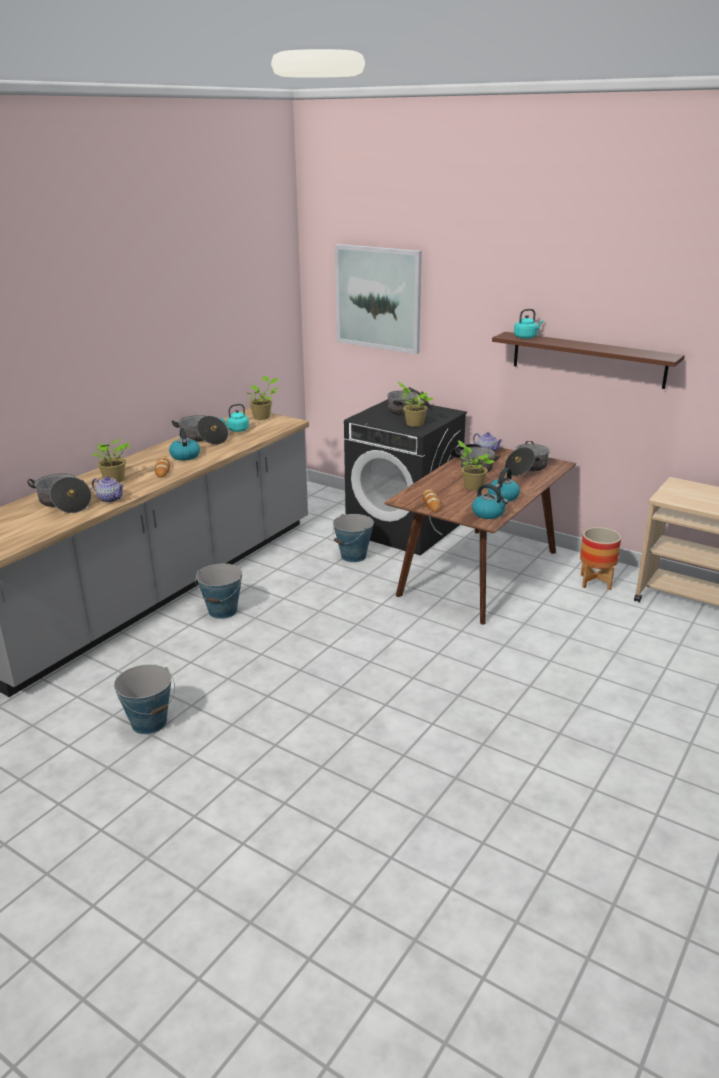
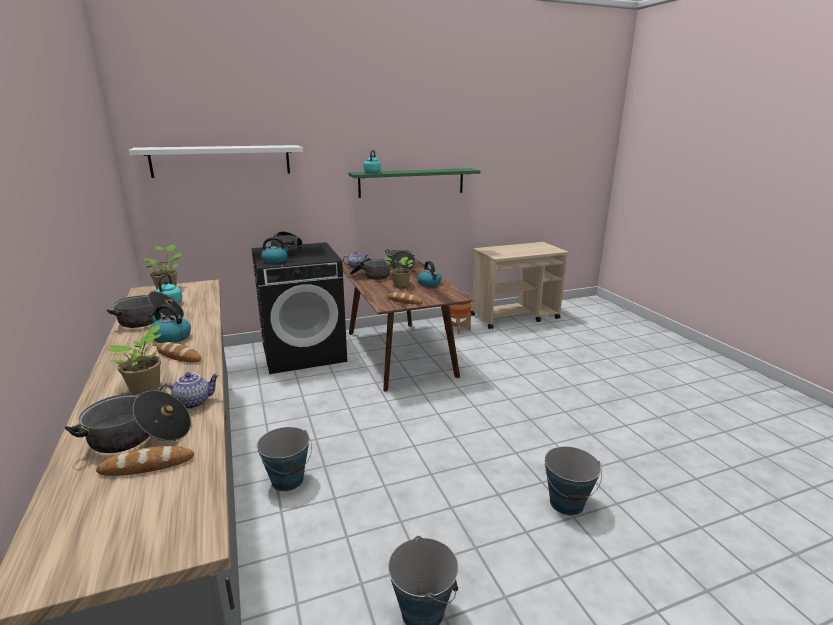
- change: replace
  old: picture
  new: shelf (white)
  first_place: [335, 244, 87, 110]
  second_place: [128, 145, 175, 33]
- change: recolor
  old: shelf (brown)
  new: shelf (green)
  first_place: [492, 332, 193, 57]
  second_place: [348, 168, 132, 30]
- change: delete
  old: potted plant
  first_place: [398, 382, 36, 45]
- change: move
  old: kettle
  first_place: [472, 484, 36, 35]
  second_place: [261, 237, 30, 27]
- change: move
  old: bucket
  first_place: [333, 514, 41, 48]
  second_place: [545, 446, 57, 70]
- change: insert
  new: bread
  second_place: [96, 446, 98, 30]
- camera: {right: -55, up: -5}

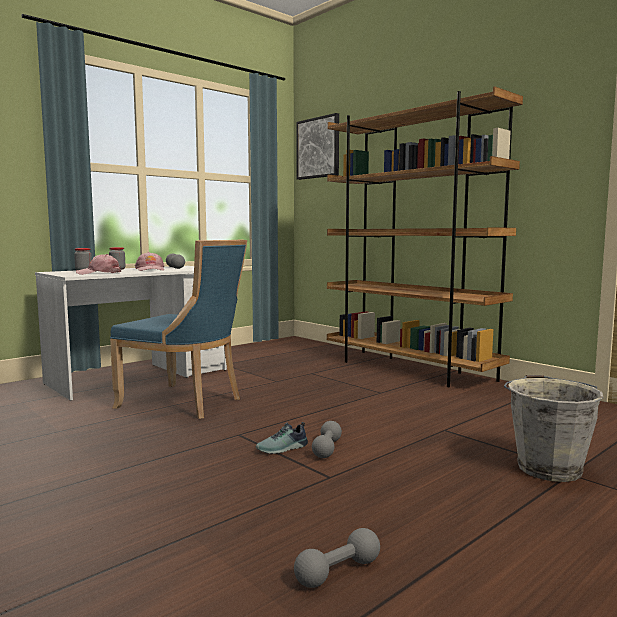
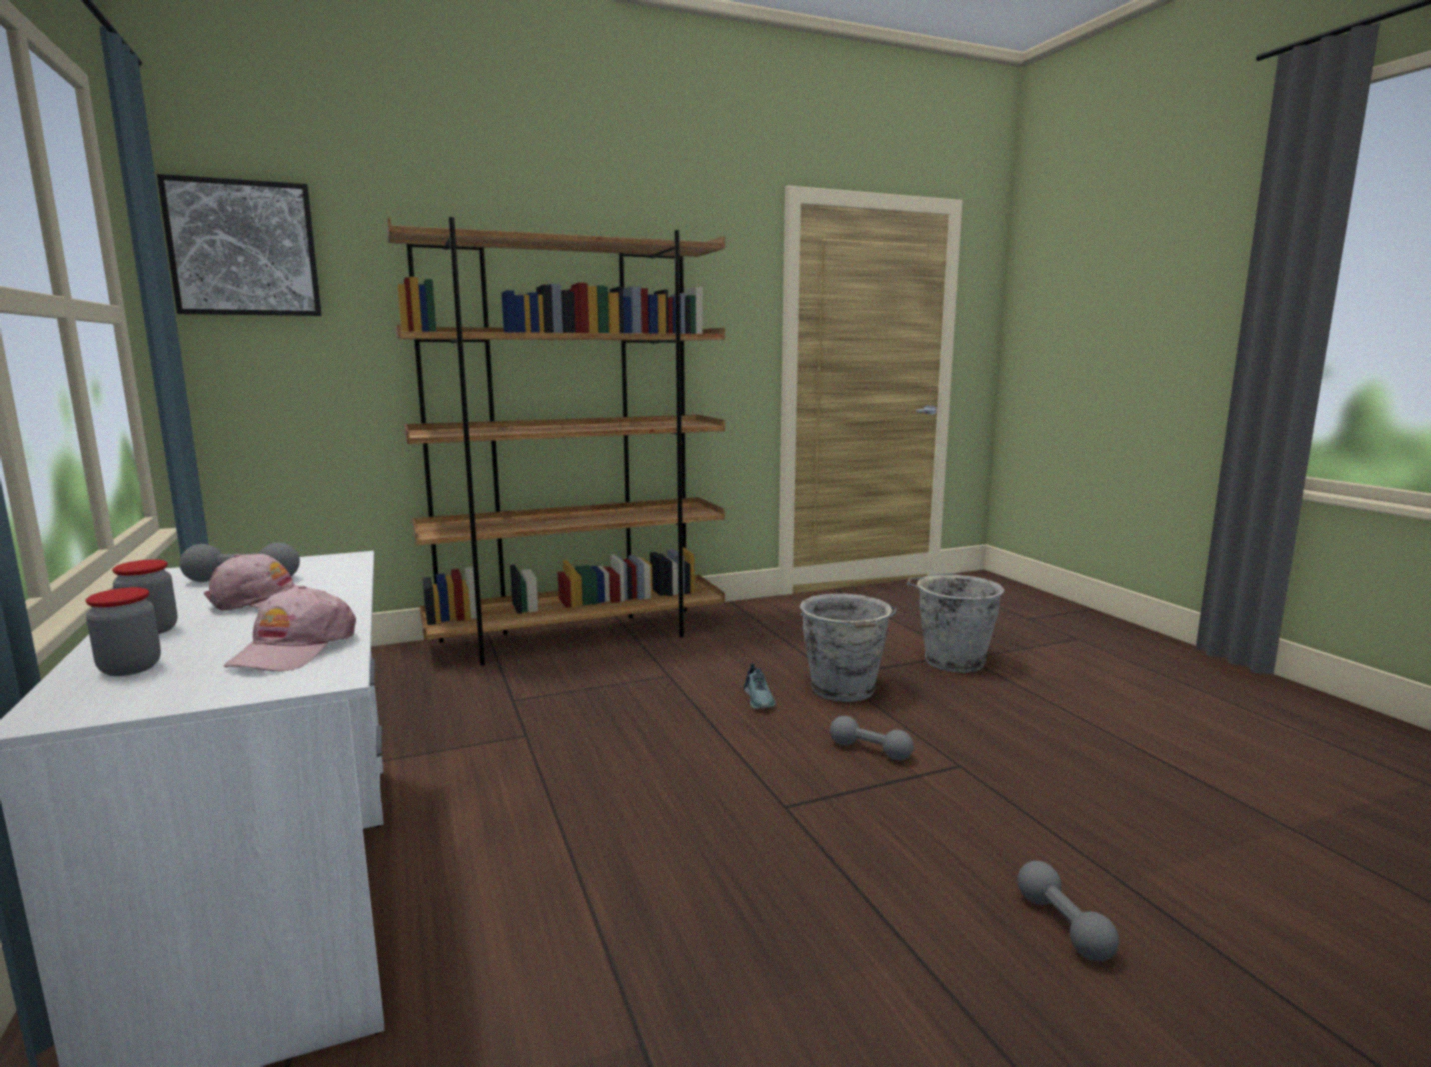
- change: delete
  old: chair (blue)
  first_place: [110, 240, 137, 179]
- change: move
  old: shoe
  first_place: [256, 422, 52, 32]
  second_place: [744, 663, 32, 46]
- change: move
  old: dumbbell (grey)
  first_place: [294, 528, 86, 60]
  second_place: [1017, 861, 102, 100]
- change: insert
  new: bucket (grey)
  second_place: [799, 594, 98, 108]
- camera: {right: -70, up: 5}

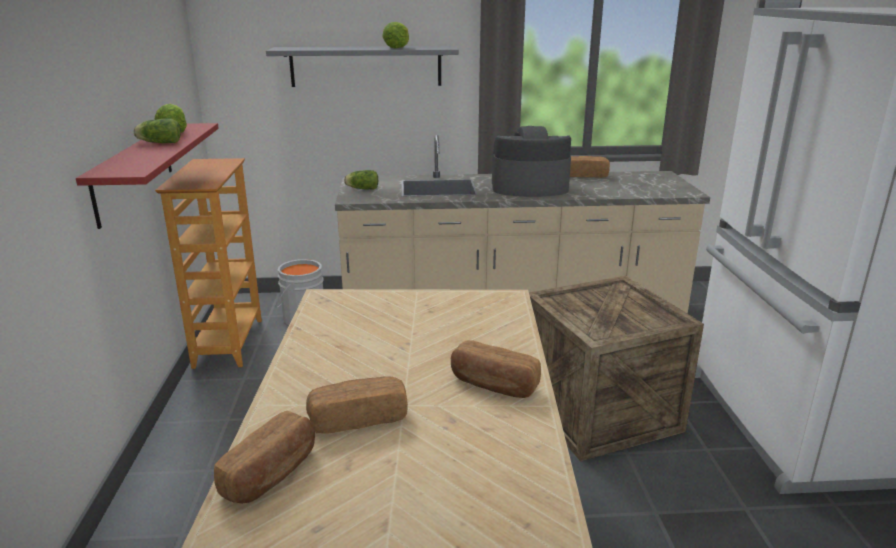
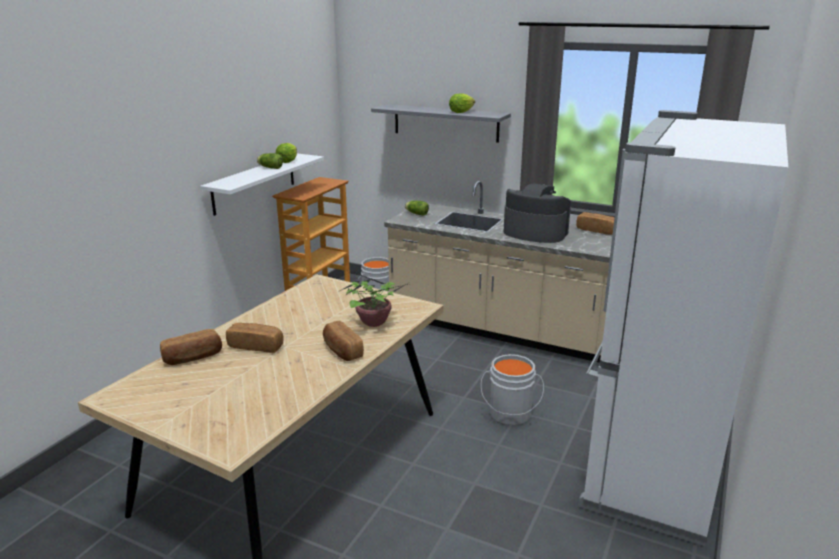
- change: recolor
  old: shelf (red)
  new: shelf (white)
  first_place: [76, 123, 143, 106]
  second_place: [200, 153, 124, 63]
- change: replace
  old: crate
  new: bucket (grey)
  first_place: [529, 276, 175, 185]
  second_place: [481, 354, 63, 71]
- change: insert
  new: potted plant
  second_place: [340, 270, 68, 57]
- camera: {right: 30, up: 0}

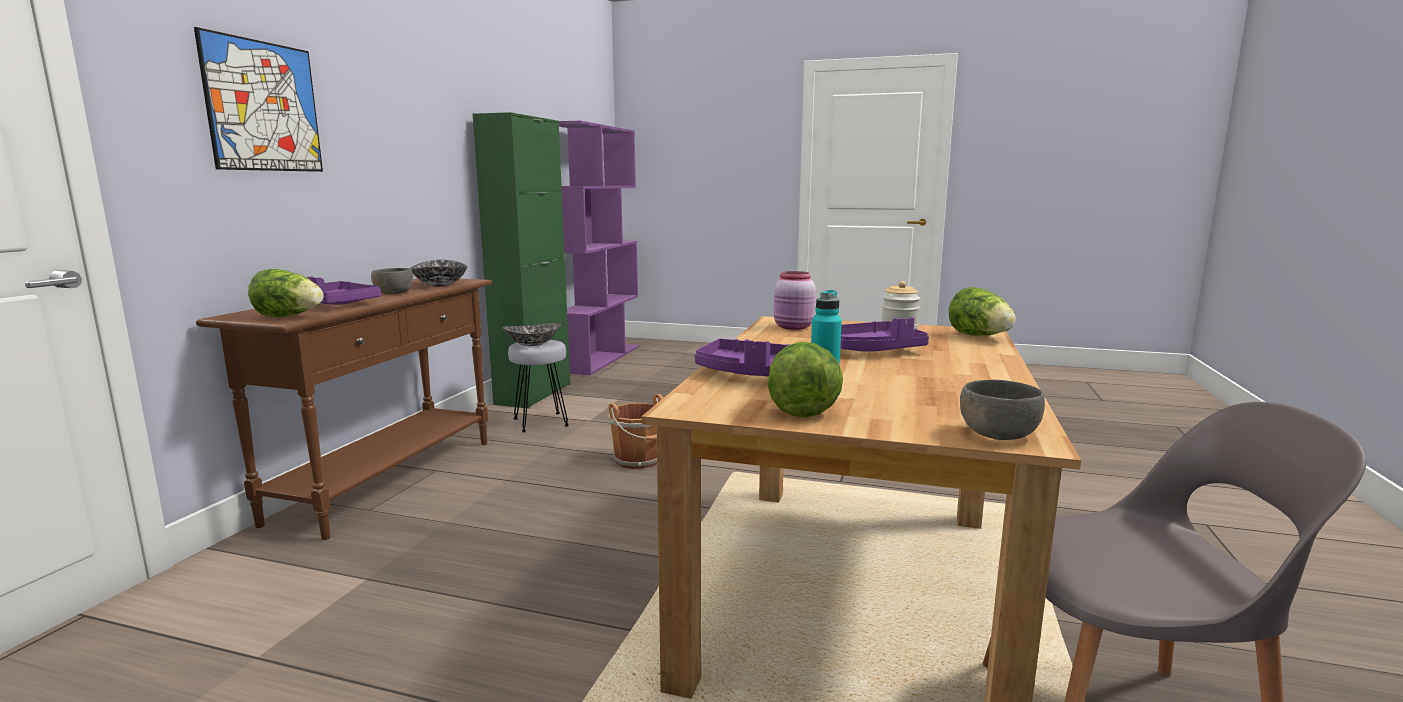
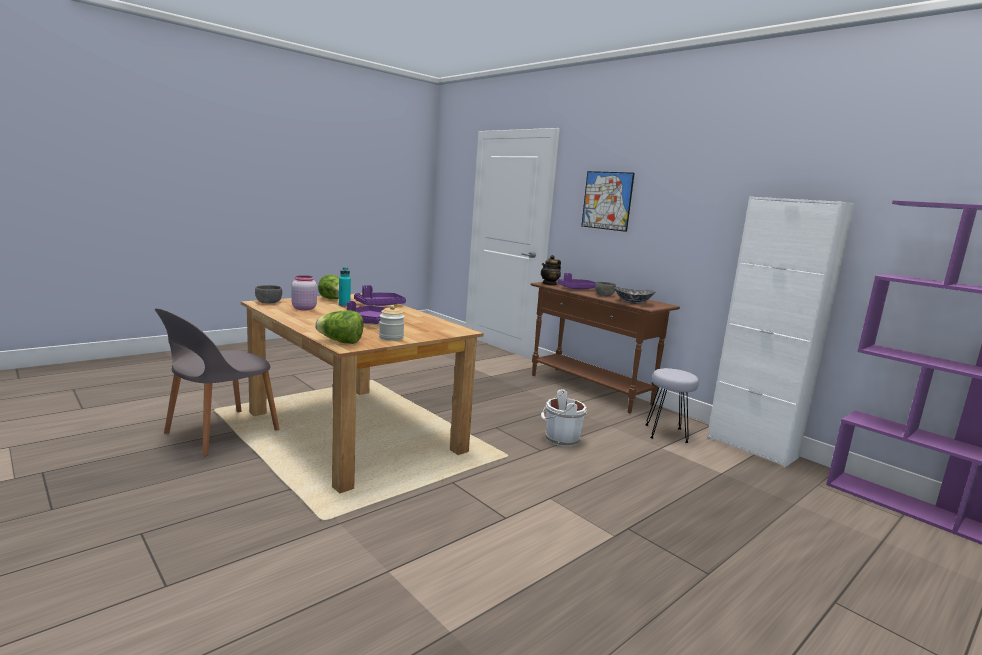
- change: recolor
  old: cabinet (green)
  new: cabinet (white)
  first_place: [473, 112, 97, 296]
  second_place: [707, 197, 148, 270]
- change: replace
  old: lettuce
  new: teapot
  first_place: [248, 269, 75, 48]
  second_place: [541, 255, 20, 30]
- change: move
  old: jar (pink)
  first_place: [774, 271, 42, 59]
  second_place: [291, 275, 26, 35]
- change: delete
  old: bowl
  first_place: [502, 323, 59, 23]
- change: recolor
  old: bucket (brown)
  new: bucket (white)
  first_place: [608, 394, 55, 75]
  second_place: [541, 389, 46, 58]
- camera: {right: 120, up: 0}

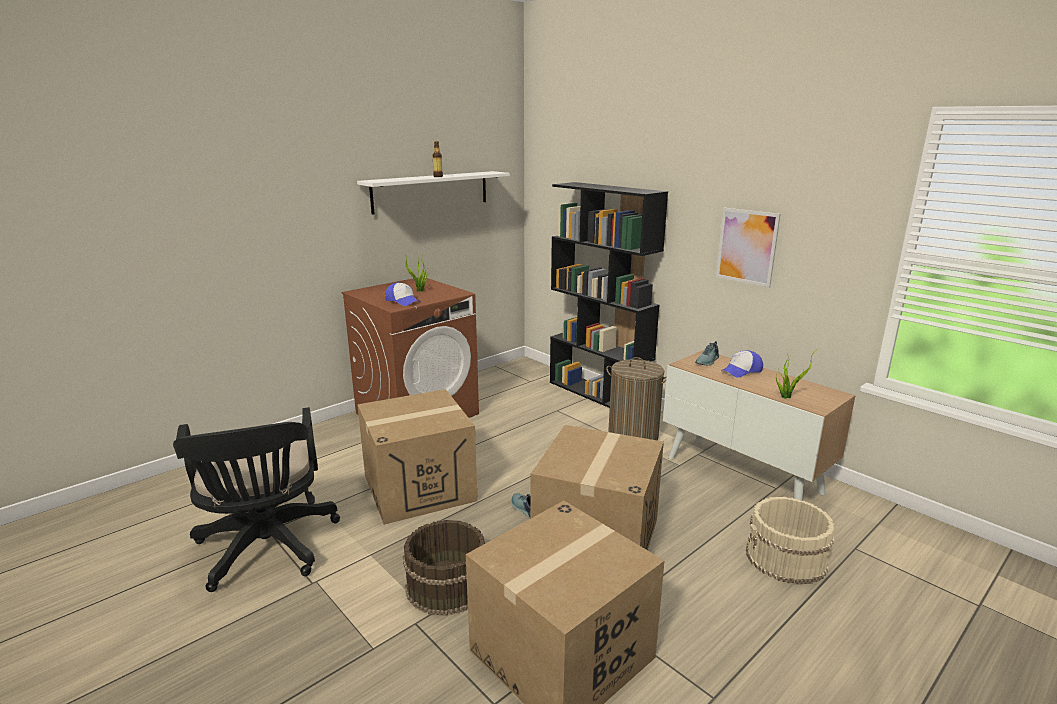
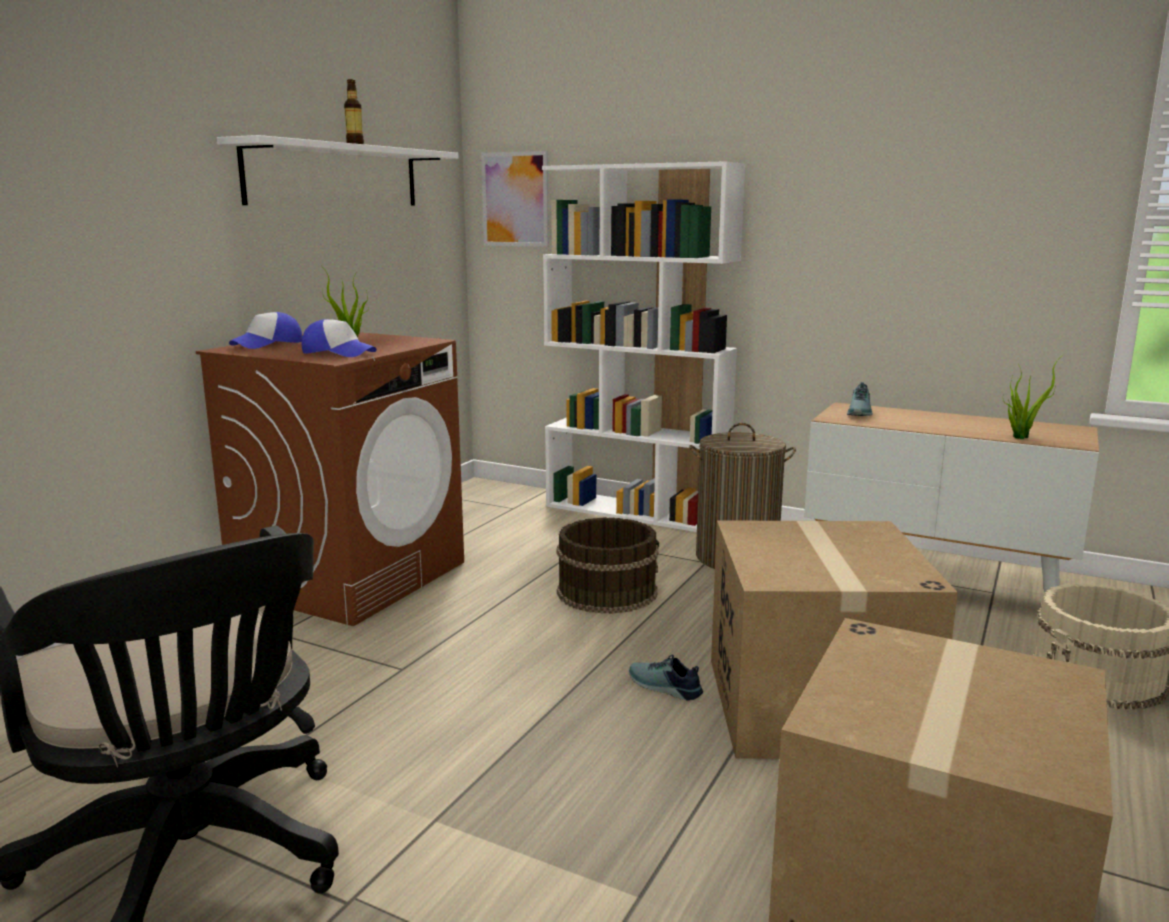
- change: recolor
  old: bookcase (black)
  new: bookcase (white)
  first_place: [550, 182, 118, 226]
  second_place: [542, 161, 203, 371]
- change: move
  old: picture
  first_place: [716, 208, 65, 80]
  second_place: [481, 151, 68, 96]
- change: move
  old: cap
  first_place: [721, 350, 42, 27]
  second_place: [229, 312, 74, 37]
- change: delete
  old: cardboard box
  first_place: [357, 389, 121, 136]
- change: move
  old: bucket (brown)
  first_place: [403, 520, 82, 96]
  second_place: [556, 517, 103, 97]
- camera: {right: -20, up: -5}

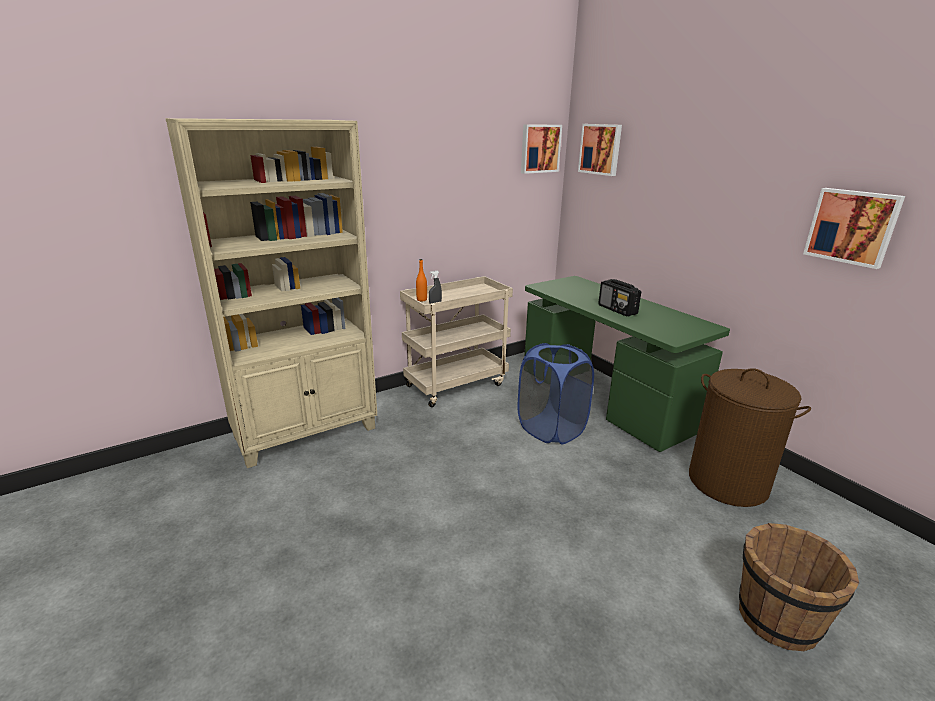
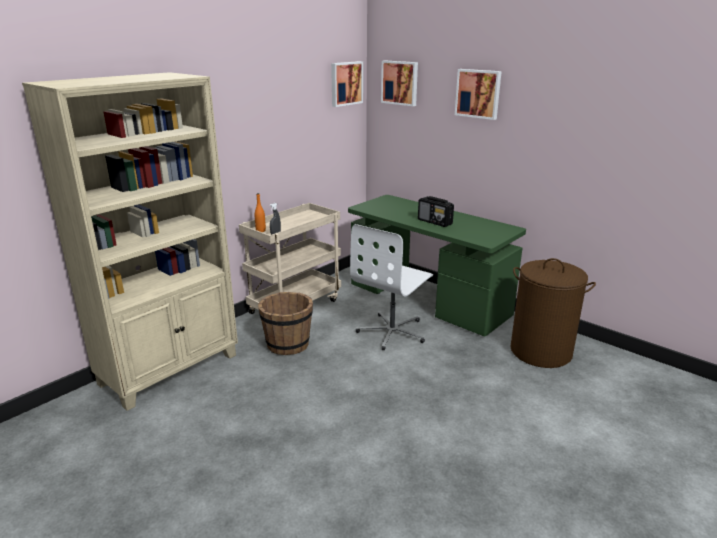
- change: move
  old: picture
  first_place: [803, 188, 102, 81]
  second_place: [455, 69, 47, 51]
- change: replace
  old: laundry basket (blue)
  new: office chair (white)
  first_place: [518, 343, 76, 102]
  second_place: [350, 224, 83, 126]
- change: move
  old: bucket (brown)
  first_place: [739, 523, 120, 129]
  second_place: [258, 292, 55, 63]
- camera: {right: -15, up: 0}

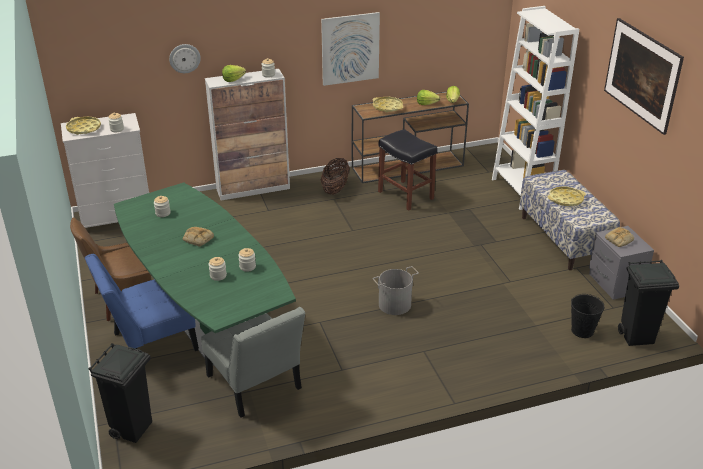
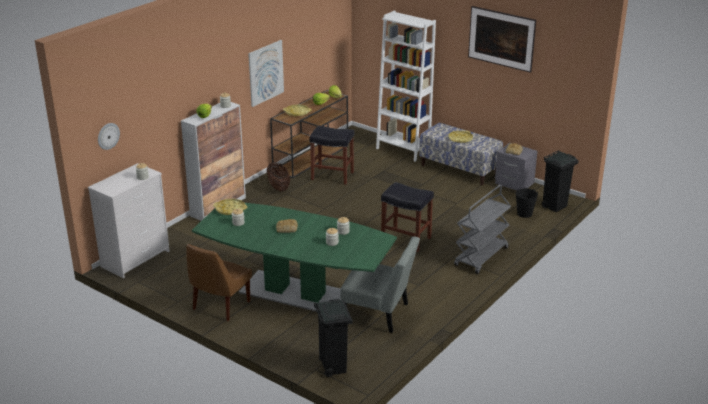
- change: move
  old: wall clock
  first_place: [169, 44, 32, 29]
  second_place: [98, 123, 22, 27]
- change: move
  old: tray (yellow)
  first_place: [66, 117, 35, 18]
  second_place: [213, 199, 34, 16]
- change: delete
  old: chair (blue)
  first_place: [85, 254, 114, 97]
- change: replace
  old: bucket (grey)
  new: stool (black)
  first_place: [373, 266, 46, 49]
  second_place: [381, 182, 53, 70]
- change: insert
  new: cart (grey)
  second_place: [454, 185, 57, 89]
- camera: {right: -35, up: -5}

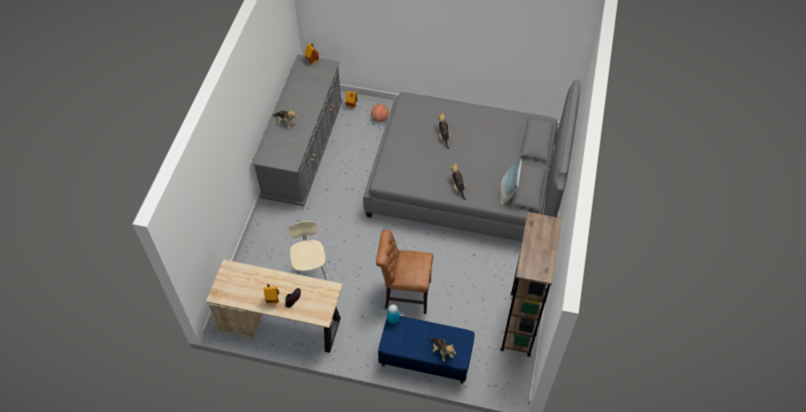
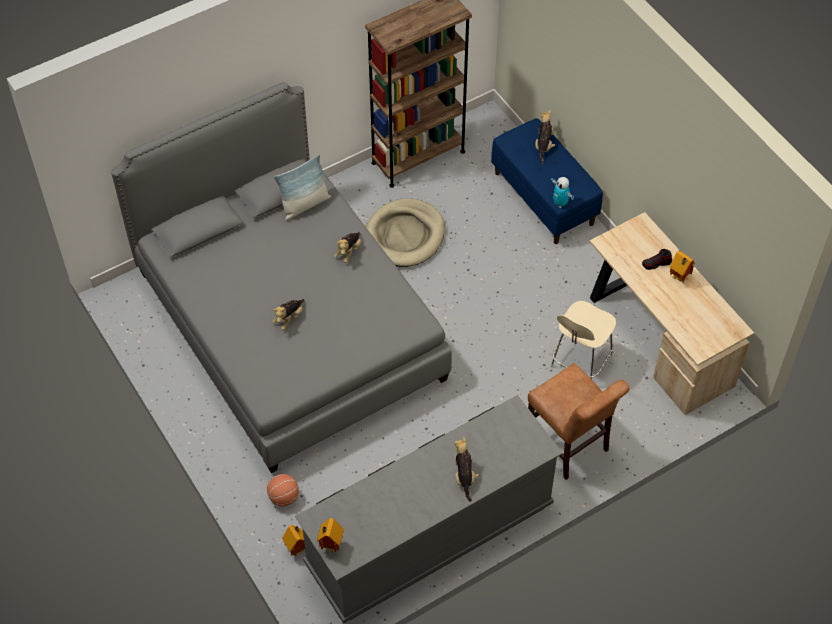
- change: move
  old: chair (brown)
  first_place: [376, 229, 57, 85]
  second_place: [528, 363, 102, 117]
- change: insert
  new: dog bed (beige)
  second_place: [365, 198, 80, 69]
- camera: {right: -135, up: 0}

